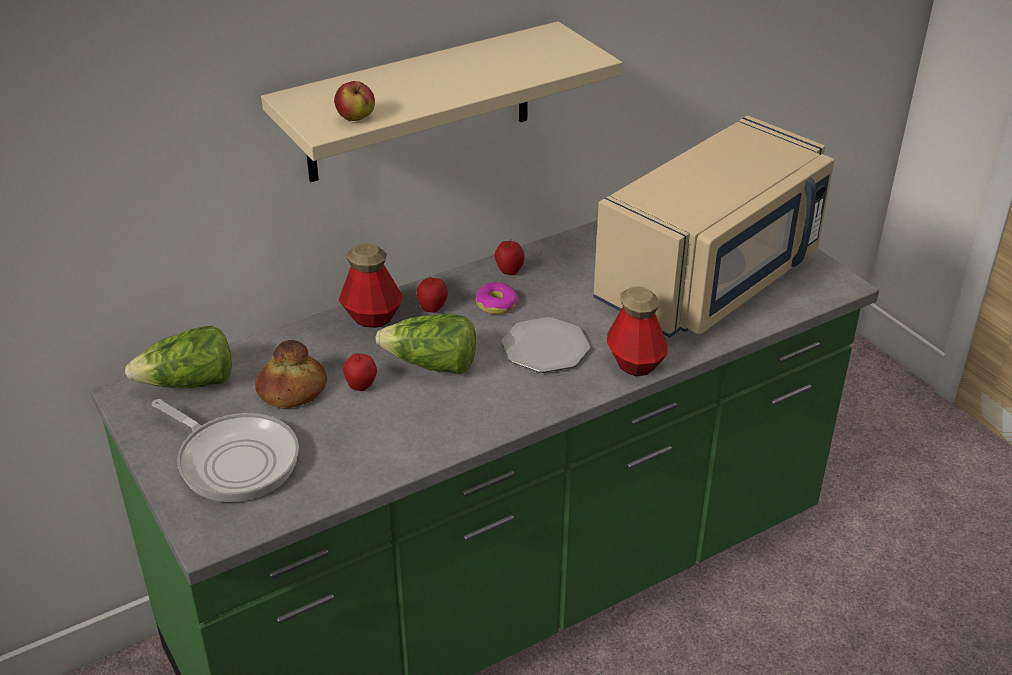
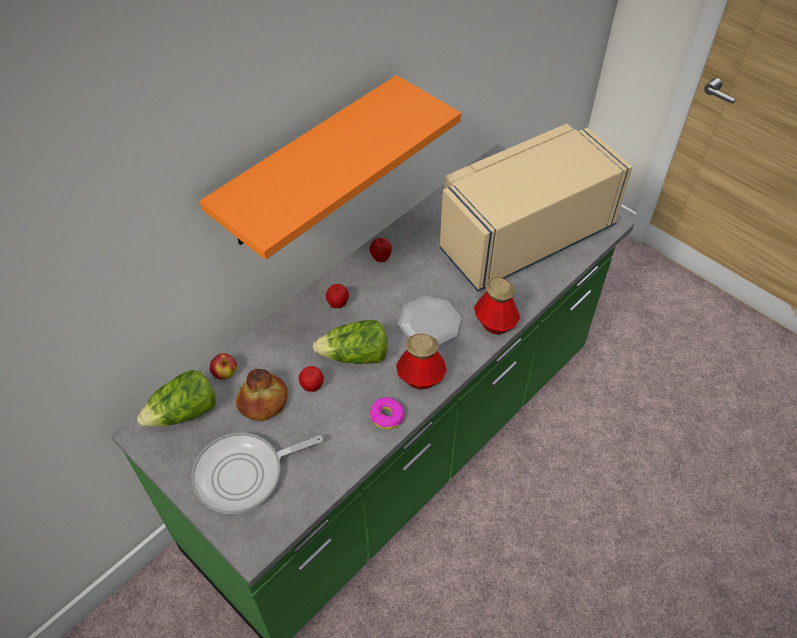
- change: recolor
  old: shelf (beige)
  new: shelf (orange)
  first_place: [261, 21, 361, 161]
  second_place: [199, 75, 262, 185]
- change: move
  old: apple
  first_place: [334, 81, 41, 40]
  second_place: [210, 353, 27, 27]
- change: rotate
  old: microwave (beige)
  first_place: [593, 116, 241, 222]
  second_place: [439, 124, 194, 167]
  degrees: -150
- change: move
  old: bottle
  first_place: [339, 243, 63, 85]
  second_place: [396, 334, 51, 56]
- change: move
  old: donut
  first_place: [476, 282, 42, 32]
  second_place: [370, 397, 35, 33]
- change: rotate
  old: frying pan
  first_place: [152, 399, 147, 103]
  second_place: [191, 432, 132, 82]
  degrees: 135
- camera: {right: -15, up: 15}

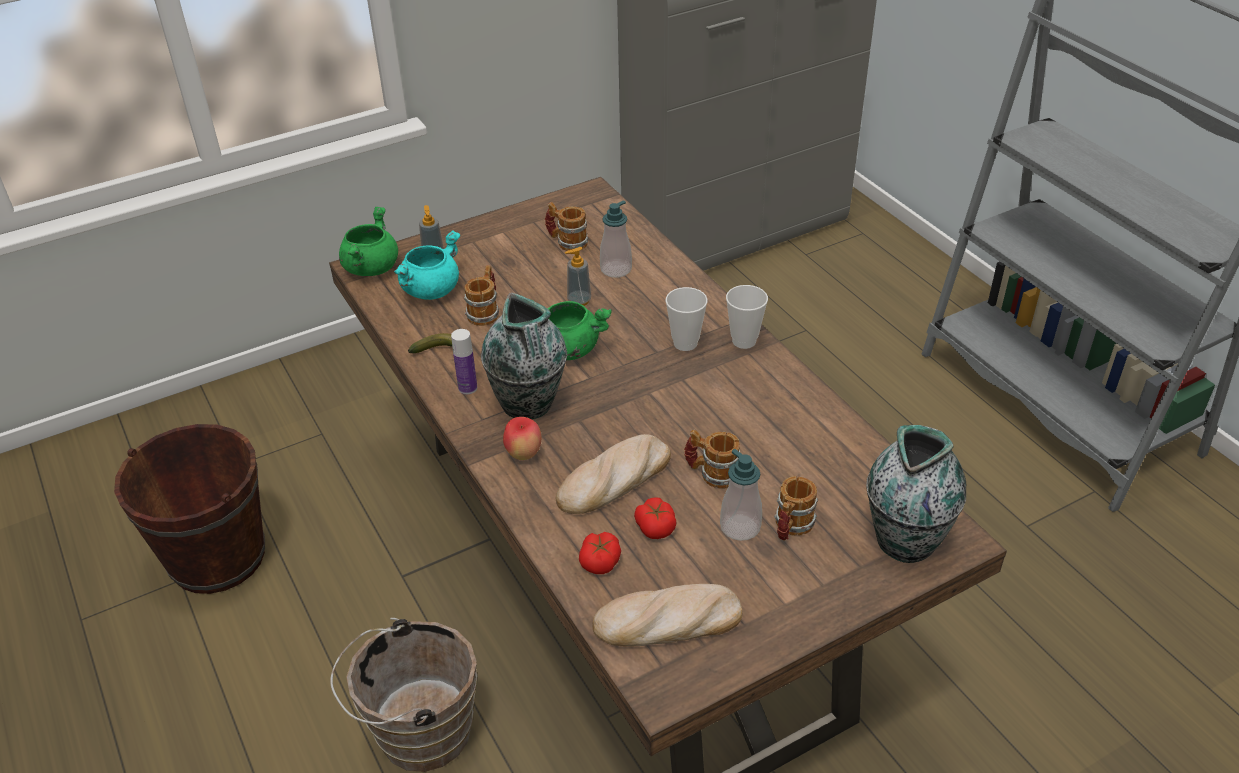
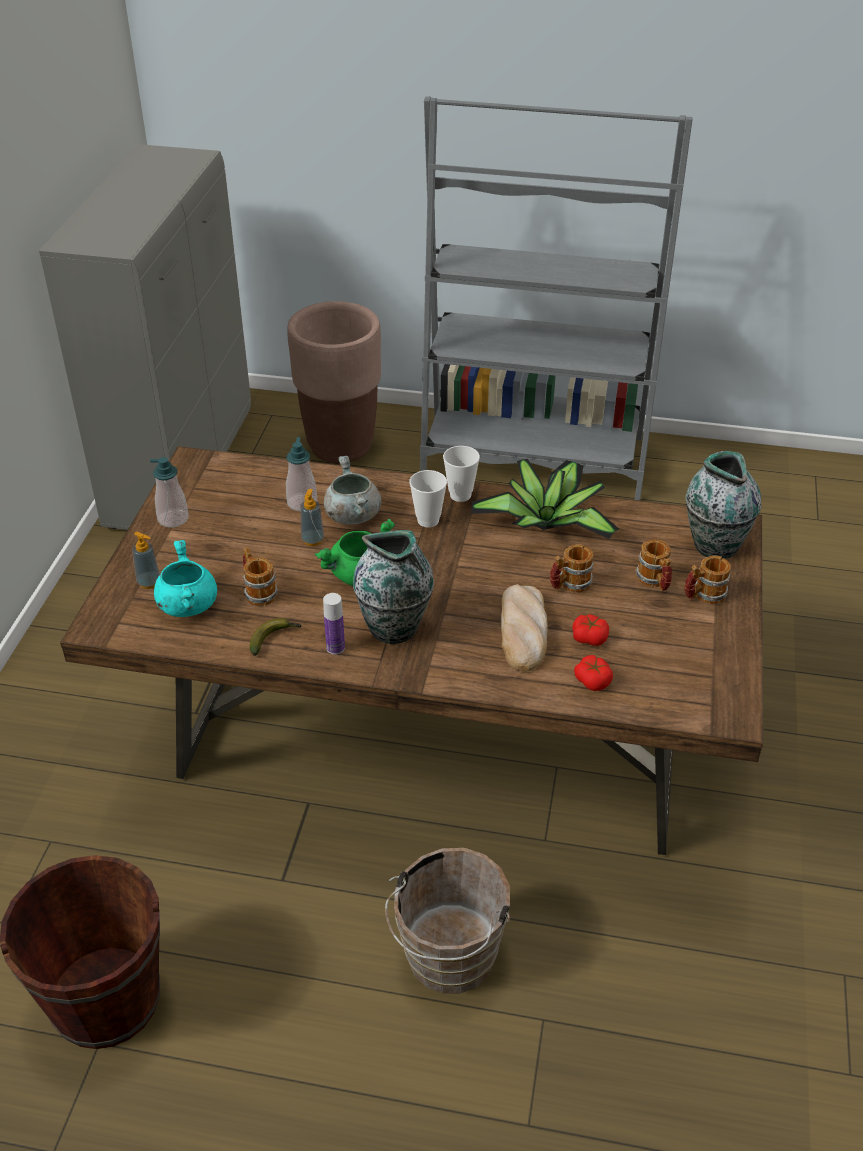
- change: move
  old: mug
  first_place: [545, 202, 43, 49]
  second_place: [685, 555, 46, 49]
- change: delete
  old: cooking pot (green)
  first_place: [339, 207, 59, 69]
- change: delete
  old: apple
  first_place: [503, 417, 38, 43]
- change: move
  old: soap dispenser
  first_place: [720, 449, 42, 92]
  second_place: [150, 457, 39, 71]
- change: delete
  old: bread
  first_place: [593, 584, 150, 63]
- change: insert
  new: planter (brown)
  second_place: [287, 301, 94, 162]
- change: insert
  new: cooking pot (grey)
  second_place: [324, 456, 57, 69]
- change: insert
  new: potted plant
  second_place: [471, 459, 148, 80]
- camera: {right: -50, up: 0}

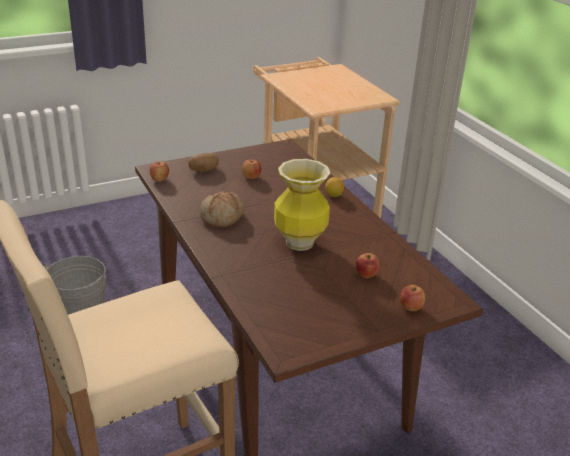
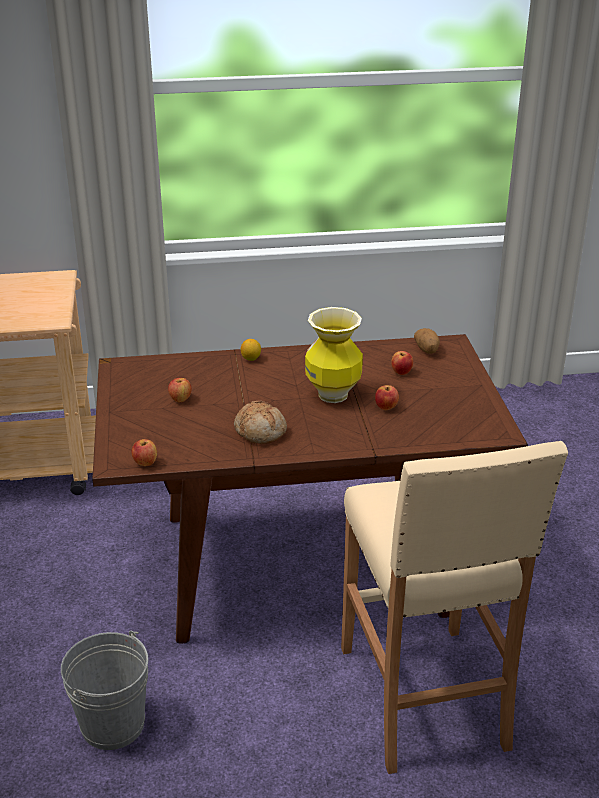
- change: move
  old: potato
  first_place: [189, 153, 30, 19]
  second_place: [414, 328, 26, 26]
- change: move
  old: apple
  first_place: [400, 285, 25, 26]
  second_place: [375, 385, 24, 25]
- camera: {right: -70, up: 0}

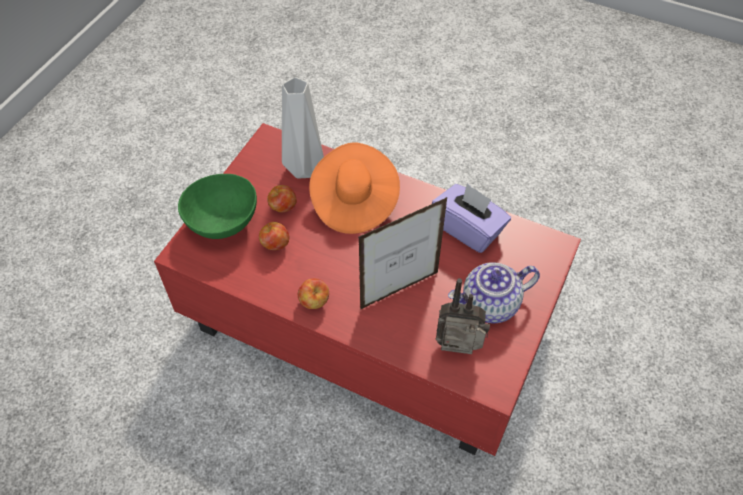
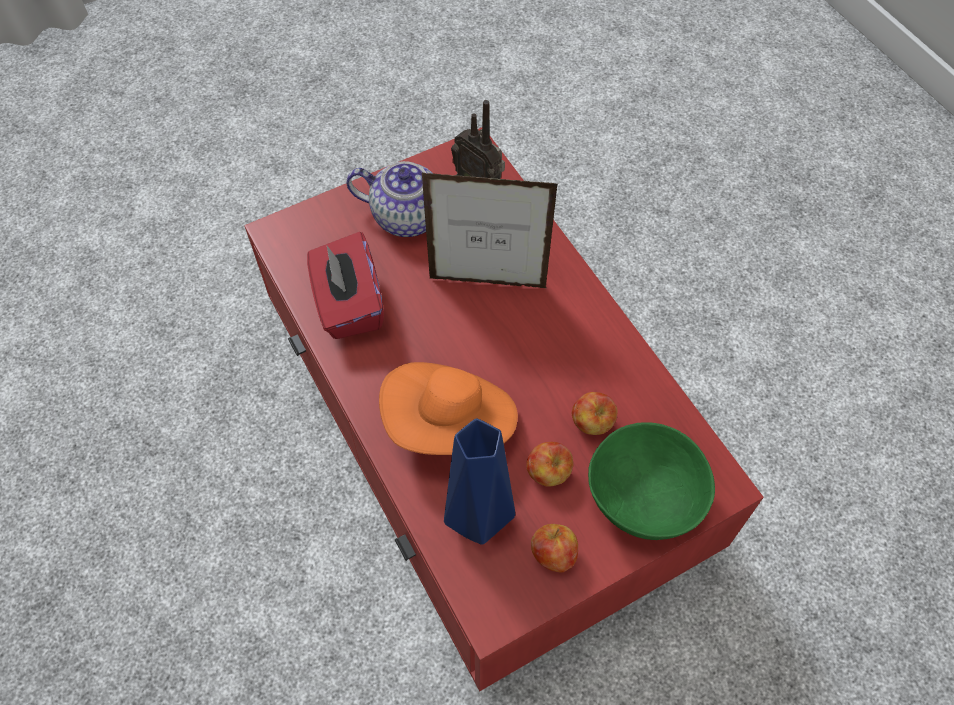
- change: recolor
  old: vase (grey)
  new: vase (blue)
  first_place: [282, 77, 42, 102]
  second_place: [444, 418, 71, 127]
- change: recolor
  old: tissue box (purple)
  new: tissue box (red)
  first_place: [432, 183, 79, 70]
  second_place: [307, 232, 77, 107]
- change: move
  old: apple
  first_place: [298, 279, 31, 30]
  second_place: [531, 524, 47, 48]
- camera: {right: -145, up: 5}

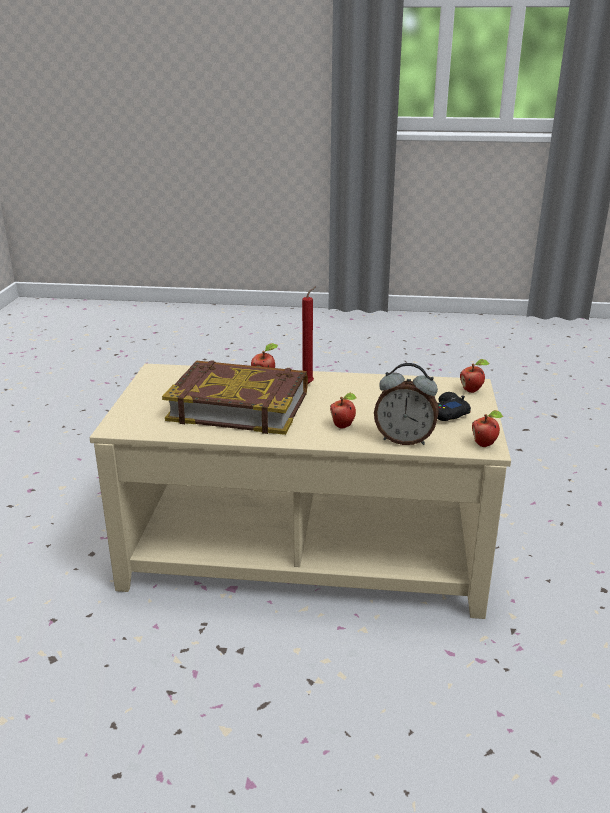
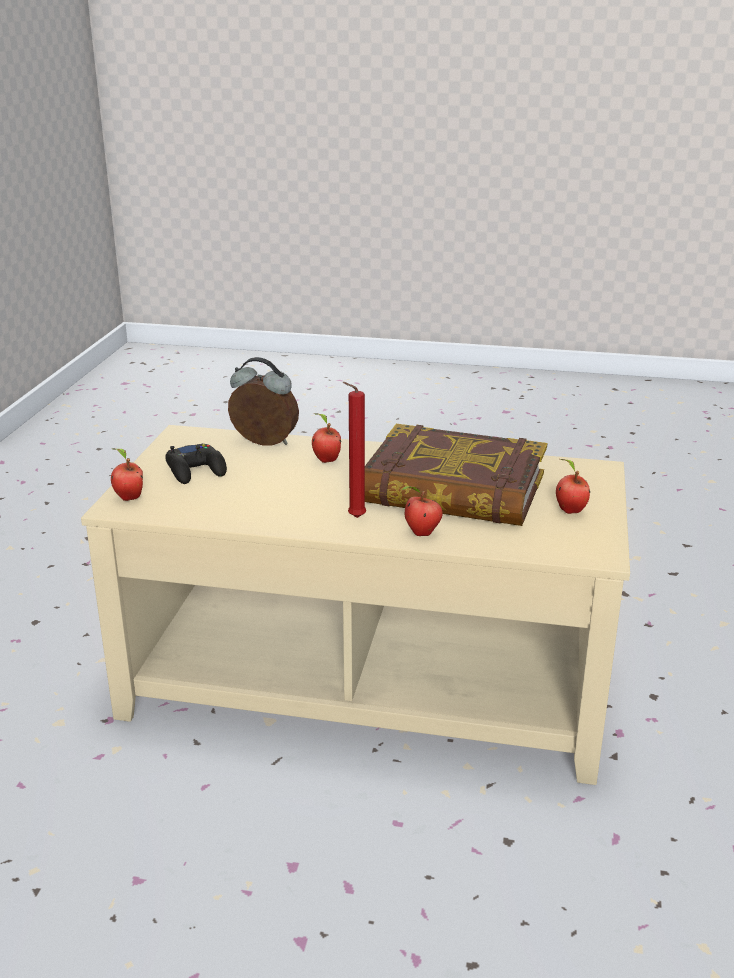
- change: move
  old: apple
  first_place: [472, 410, 31, 37]
  second_place: [556, 459, 34, 55]
- camera: {right: -175, up: 0}

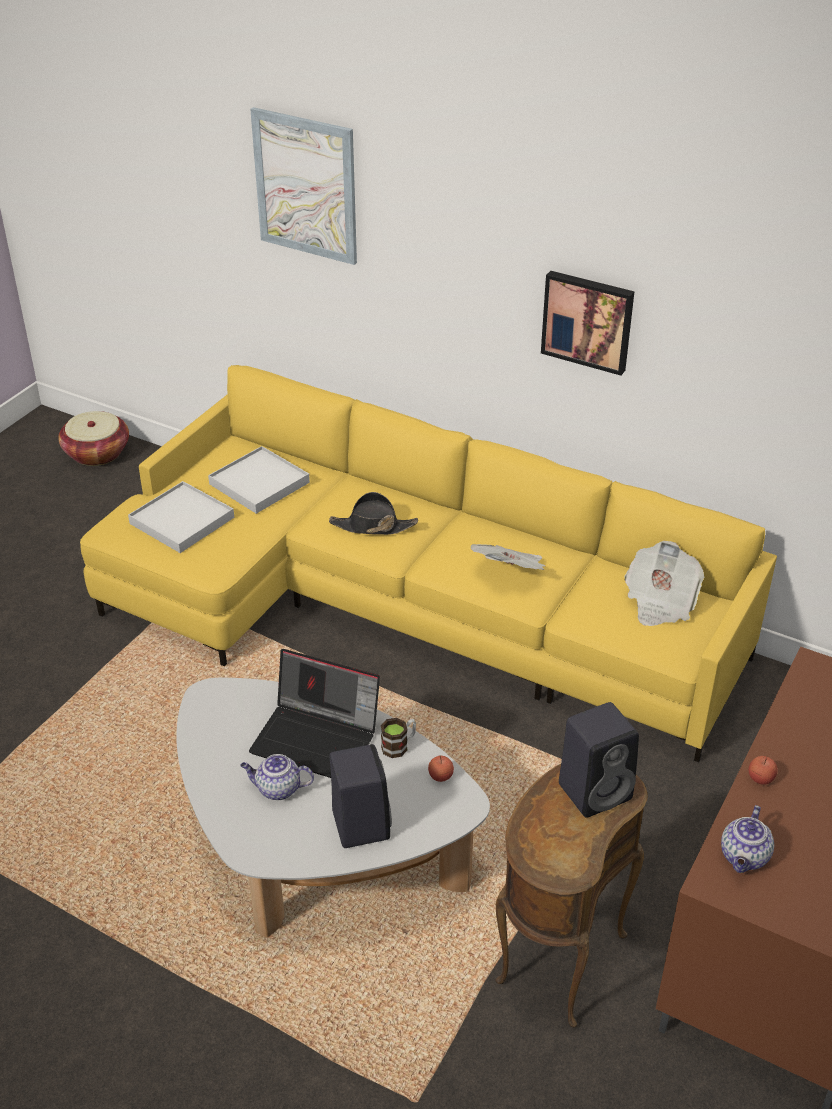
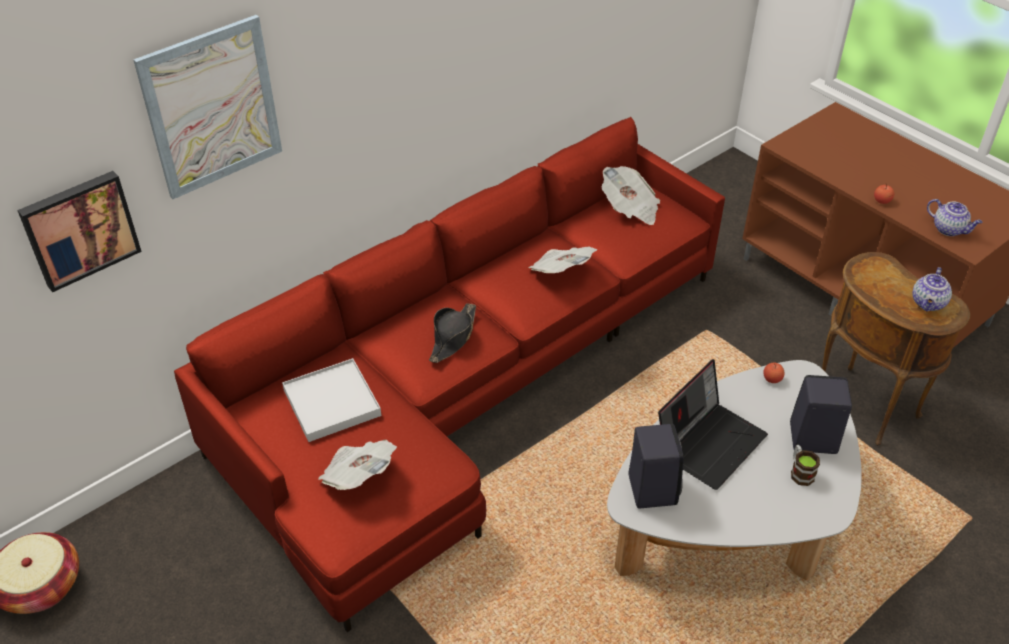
- change: move
  old: picture
  first_place: [541, 271, 94, 105]
  second_place: [17, 171, 125, 121]
- change: recolor
  old: sofa (yellow)
  new: sofa (red)
  first_place: [80, 365, 697, 397]
  second_place: [174, 117, 551, 516]
- change: replace
  old: tray (white)
  new: newspaper
  first_place: [128, 481, 106, 72]
  second_place: [318, 440, 79, 50]
- change: move
  old: speaker (black)
  first_place: [559, 702, 80, 116]
  second_place: [628, 424, 56, 84]
- change: move
  old: mug
  first_place: [381, 718, 35, 40]
  second_place: [791, 445, 29, 41]
- change: move
  old: teapot
  first_place: [240, 754, 74, 46]
  second_place: [913, 267, 39, 44]
- camera: {right: -70, up: 5}

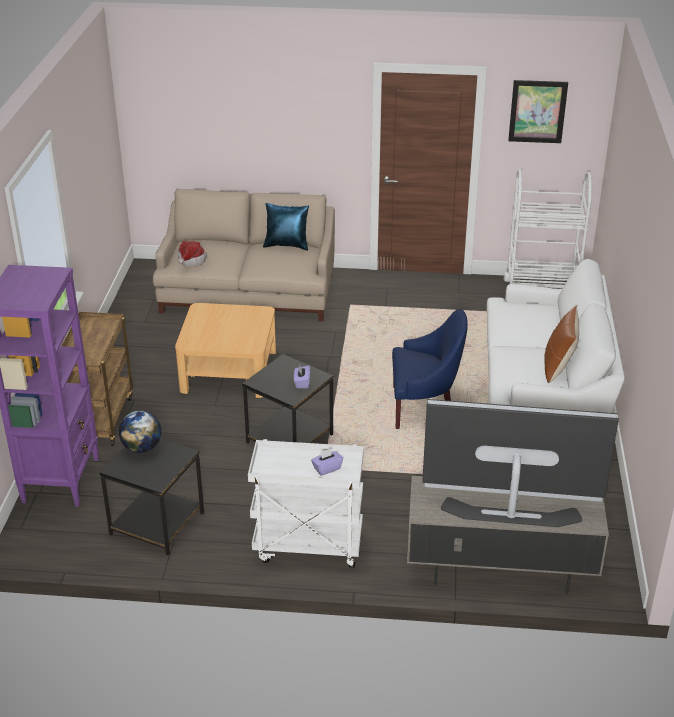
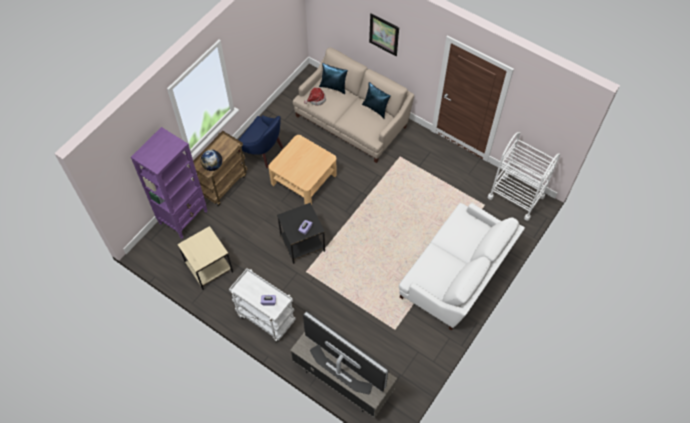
- change: move
  old: picture
  first_place: [508, 80, 60, 63]
  second_place: [369, 13, 30, 43]
- change: delete
  old: pillow (brown)
  first_place: [544, 305, 35, 78]
- change: move
  old: armchair (blue)
  first_place: [392, 309, 76, 120]
  second_place: [238, 115, 45, 53]
- change: move
  old: globe
  first_place: [119, 411, 43, 42]
  second_place: [201, 150, 21, 21]
- change: recolor
  old: side table (black)
  new: side table (beige)
  first_place: [99, 439, 105, 116]
  second_place: [177, 226, 56, 64]
- change: insert
  new: pillow (blue)
  second_place: [319, 63, 29, 31]
- camera: {right: 30, up: 25}

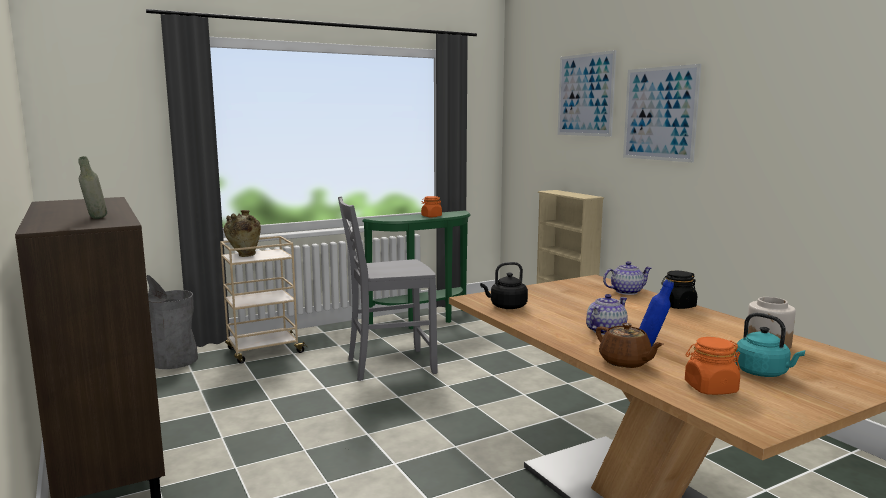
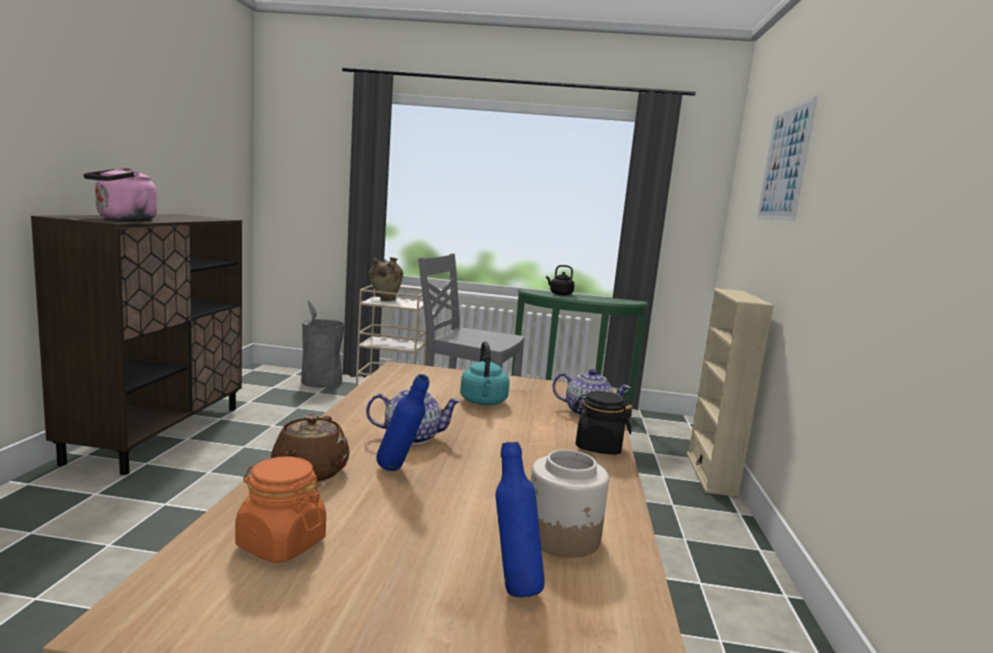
- change: delete
  old: picture
  first_place: [623, 64, 78, 98]
- change: replace
  old: bottle (grey)
  new: kettle (pink)
  first_place: [78, 156, 29, 63]
  second_place: [83, 167, 74, 54]
- change: delete
  old: jar (orange)
  first_place: [421, 196, 21, 21]
- change: move
  old: kettle (black)
  first_place: [480, 262, 48, 47]
  second_place: [546, 265, 29, 30]
- change: move
  old: kettle (turquoise)
  first_place: [735, 313, 70, 64]
  second_place: [460, 341, 50, 64]
- change: insert
  new: bottle (blue)
  second_place: [496, 442, 49, 155]
- camera: {right: 35, up: 0}

